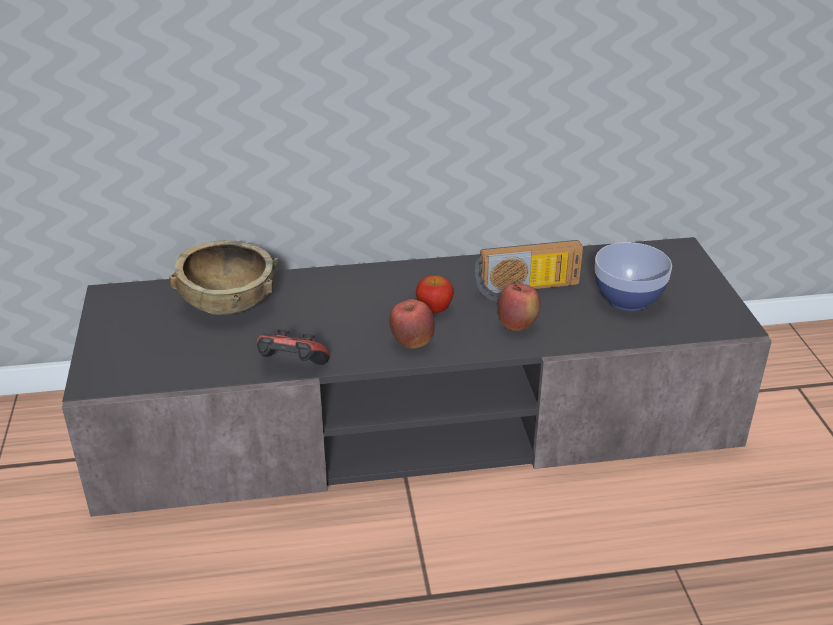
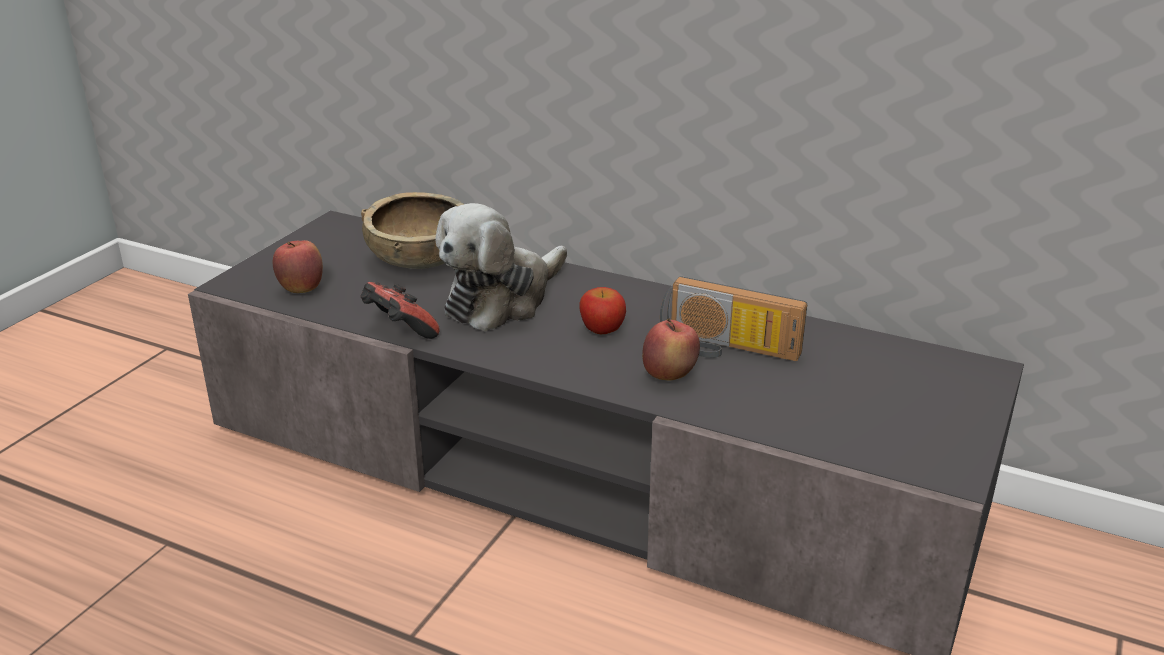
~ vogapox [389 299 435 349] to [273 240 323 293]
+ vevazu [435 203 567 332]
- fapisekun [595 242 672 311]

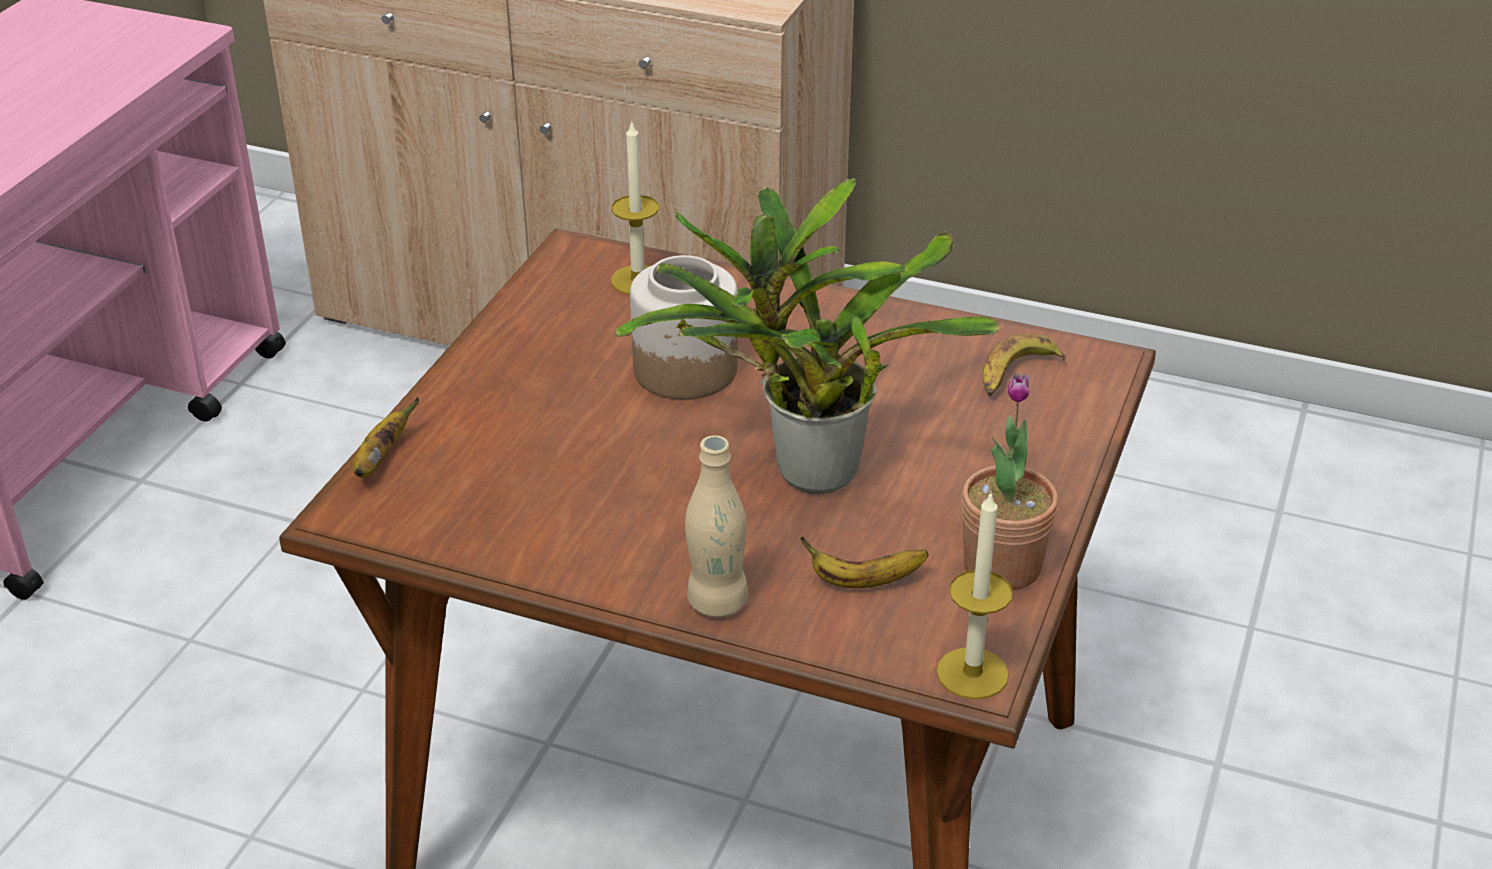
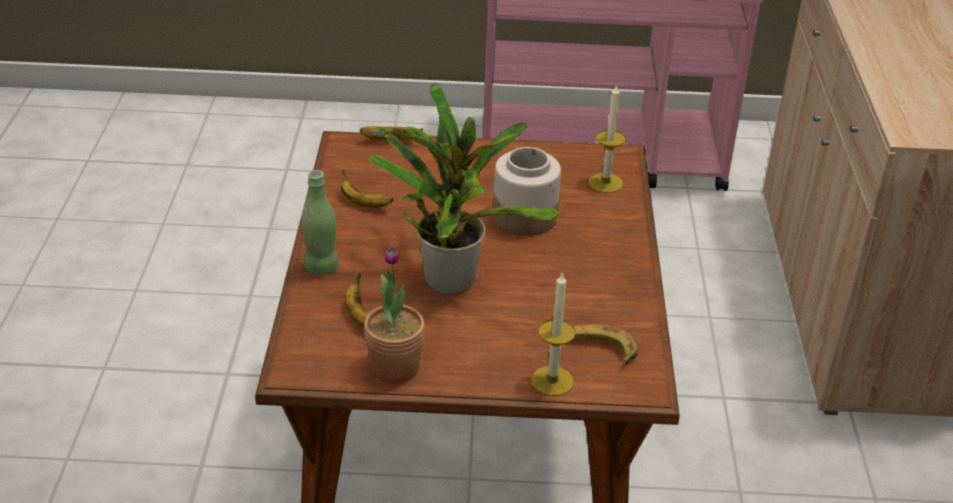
~ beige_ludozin [685 435 748 617] to green_ludozin [301 170 339 276]
+ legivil [341 169 393 208]
~ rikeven [936 491 1013 699] to [531 272 576 396]

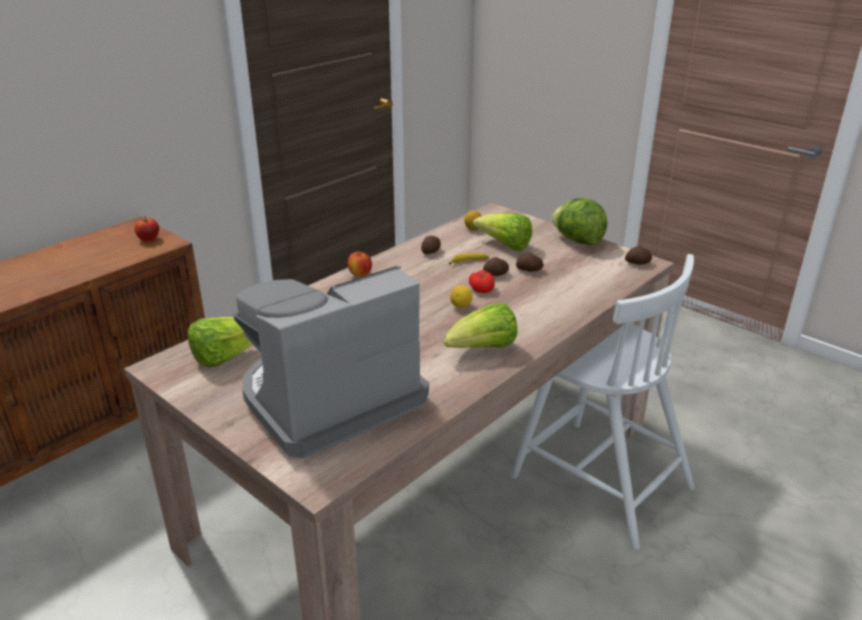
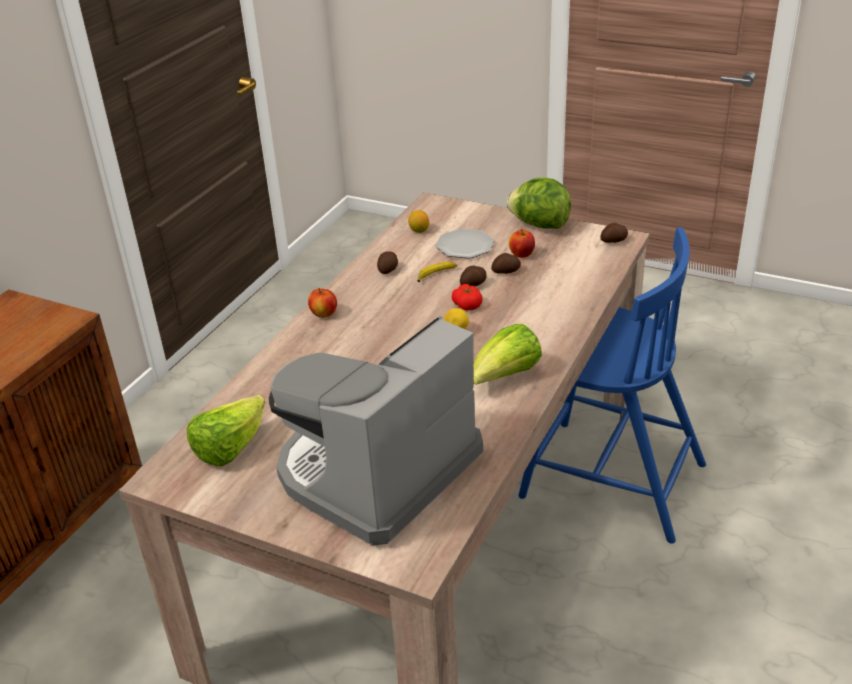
~ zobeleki [473 213 532 251] to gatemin [436 228 495 259]
~ vogapox [135 216 159 242] to [509 229 535 258]
~ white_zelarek [511 254 695 550] to blue_zelarek [518 227 706 544]

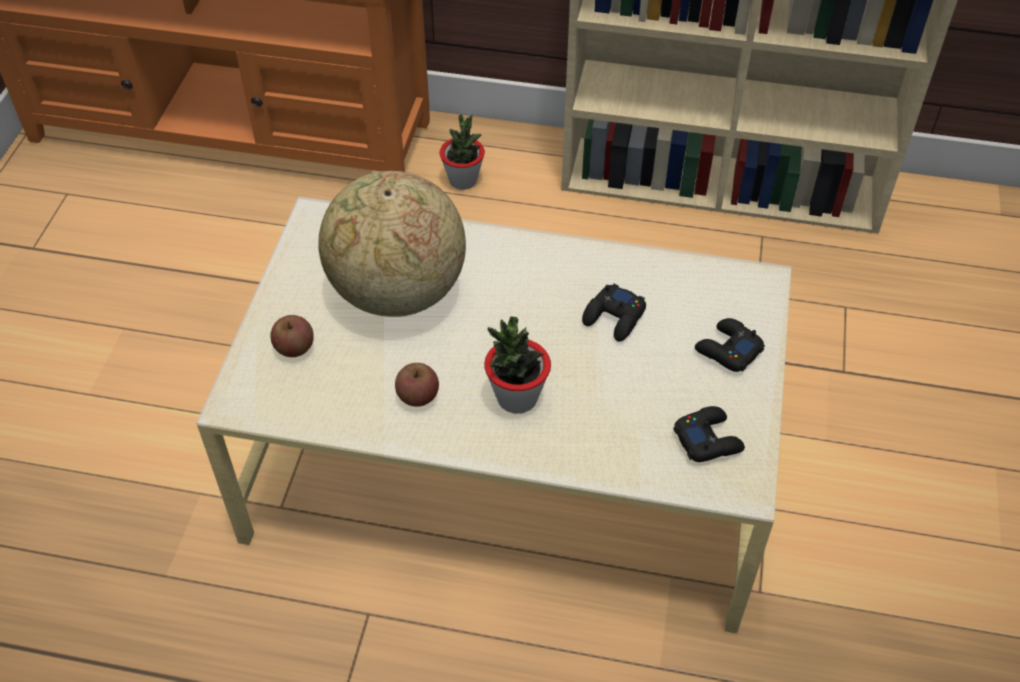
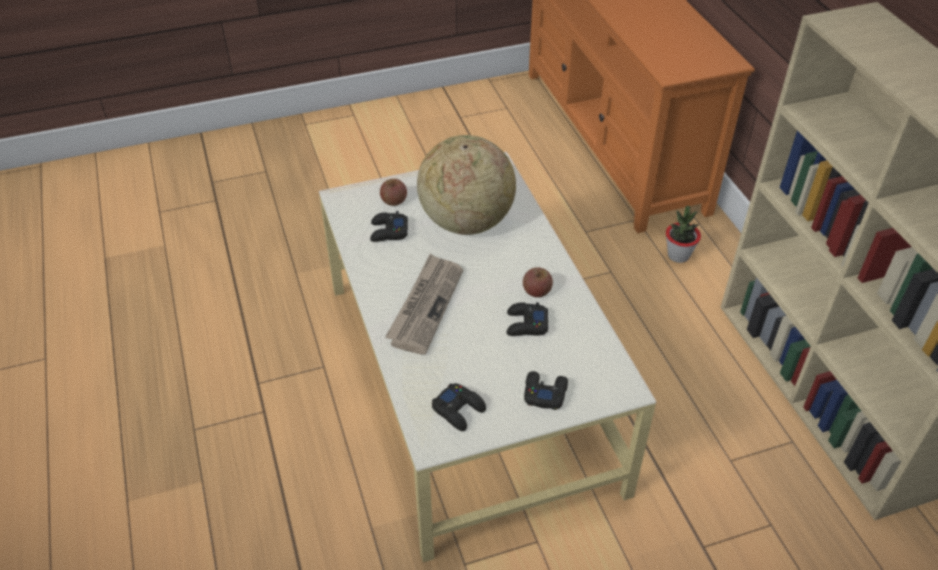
+ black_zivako [370 211 408 242]
~ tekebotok [484 316 551 414] to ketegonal [385 254 463 355]
~ vogapox [395 363 439 407] to [523 267 553 297]

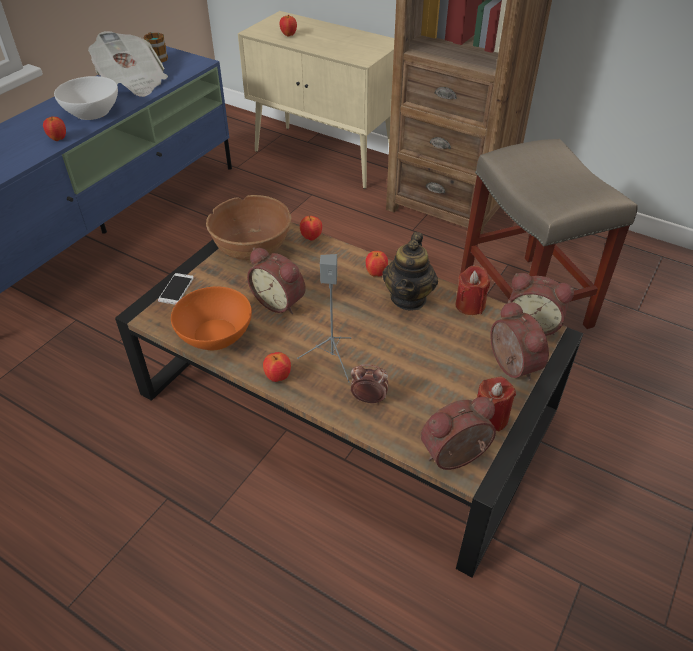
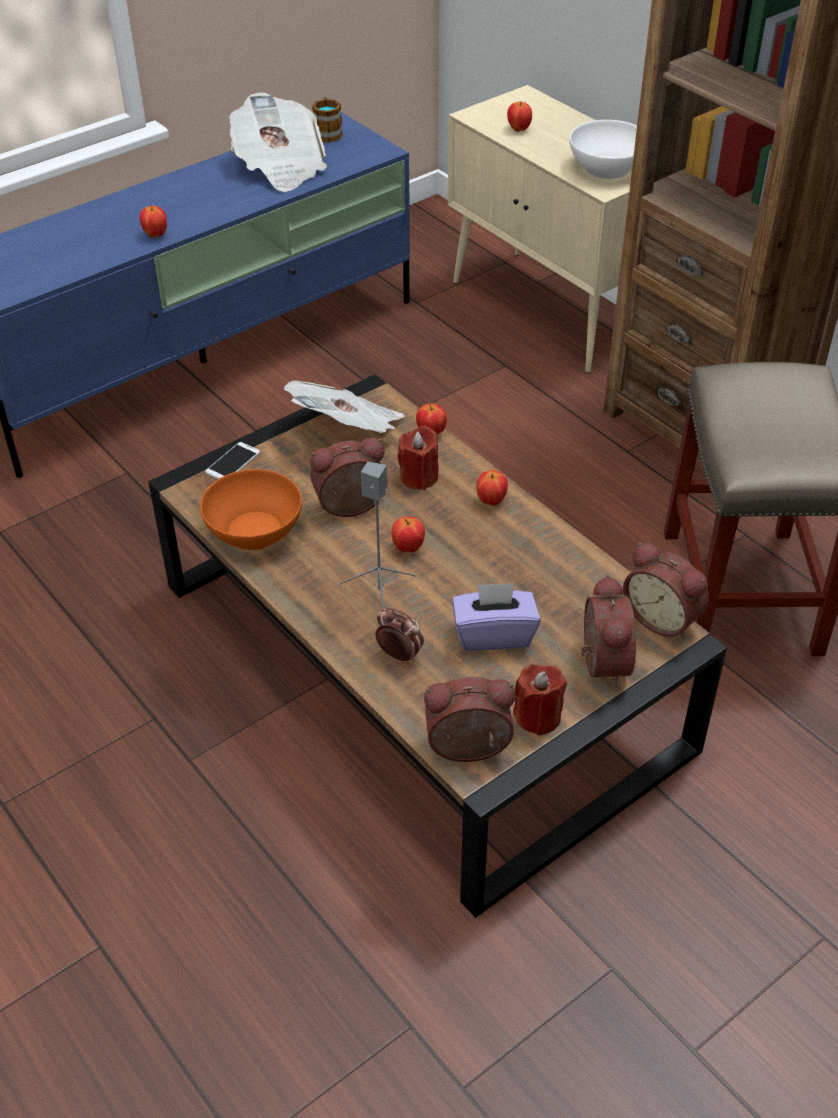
~ brown_fapisekun [206 195 291 260] to ketegonal [284 380 405 433]
~ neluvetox [247 247 306 314] = [310 438 388 517] 105 degrees clockwise
~ vogapox [263 352 291 382] to [391 517 425 552]
~ red_rikeven [455 265 490 315] to [397 426 439 490]
+ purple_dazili [452 583 541 651]
~ white_fapisekun [54 76 118 120] to [569 120 637 179]
- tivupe [382 232 438 311]

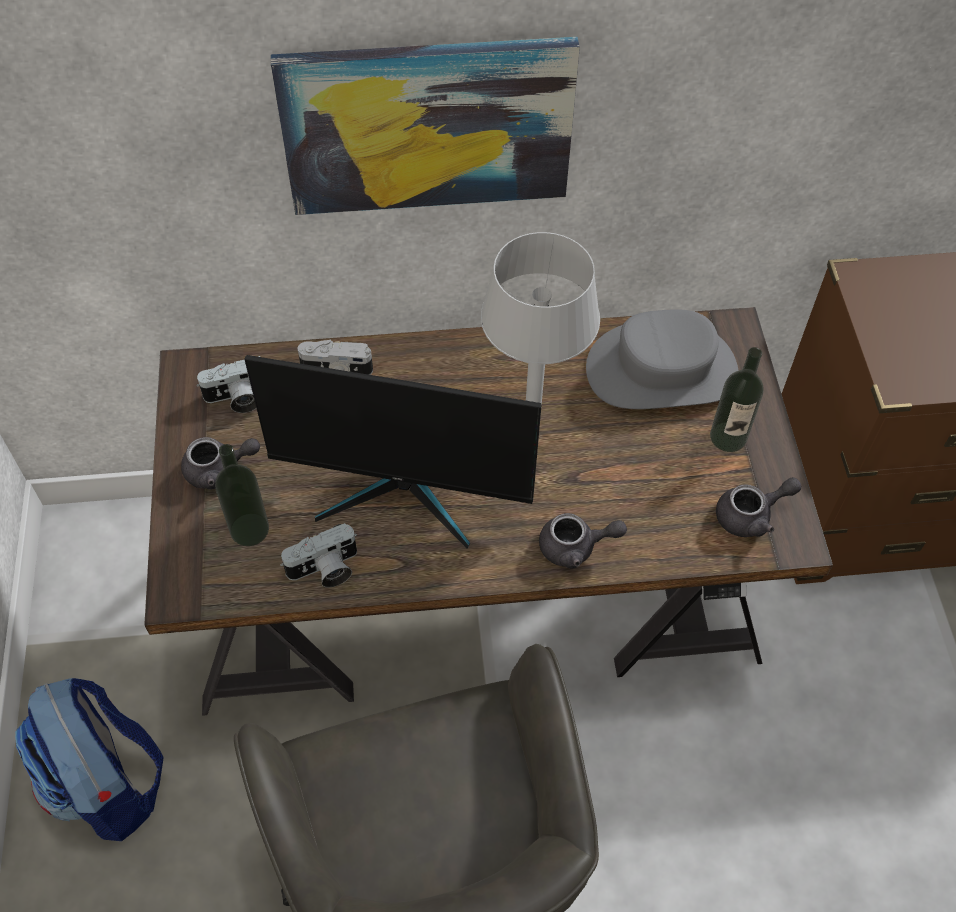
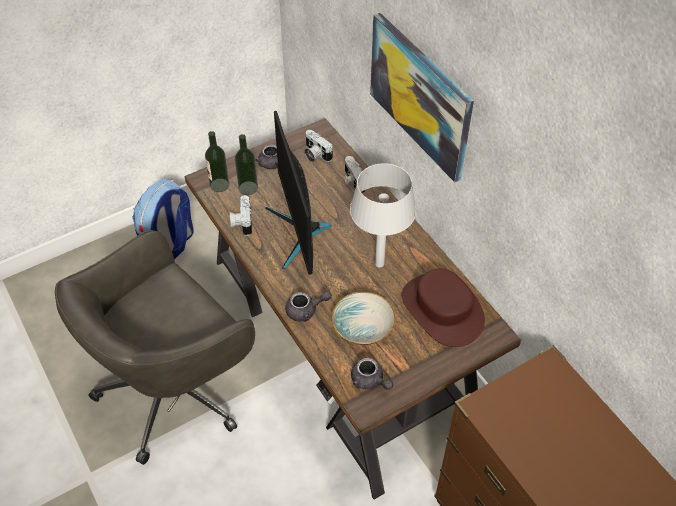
~ ludozin [710 347 764 452] to [205 131 229 192]
~ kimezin [280 523 357 588] = [230 195 252 236] 45 degrees clockwise
~ grey_tivupe [539 513 627 569] = [285 291 332 322] 75 degrees counterclockwise
+ fapisekun [332 292 395 345]
~ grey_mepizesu [586 309 739 409] to brown_mepizesu [401 269 485 347]

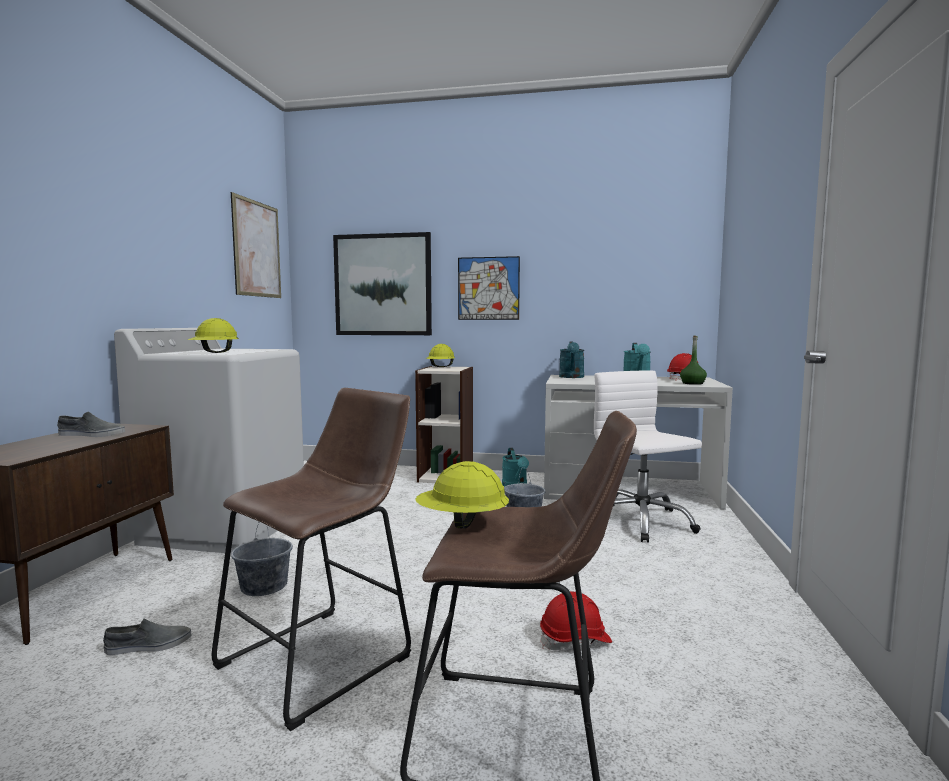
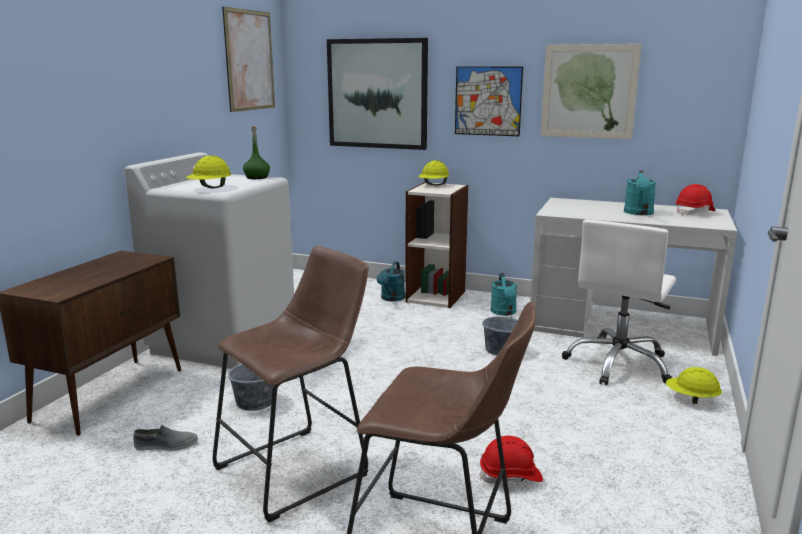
~ green_ludozin [680 335 707 385] to [243 126 270 179]
~ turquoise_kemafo [559 342 584 378] to [376 262 405 301]
+ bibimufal [541 44 642 139]
~ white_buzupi [594 370 702 543] = [562 220 676 385] 135 degrees counterclockwise
~ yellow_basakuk [415 461 509 529] to [666 367 722 404]
- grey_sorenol [57 412 125 437]

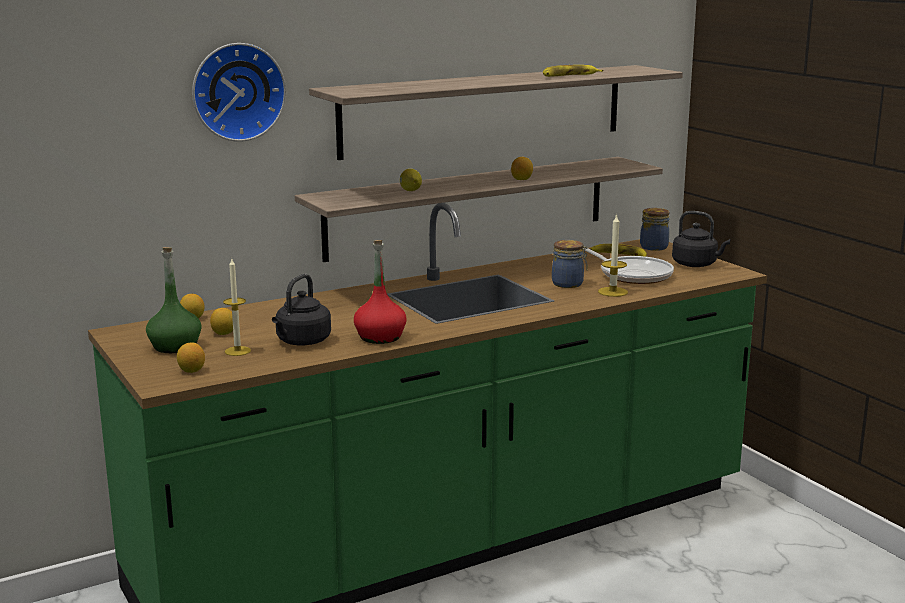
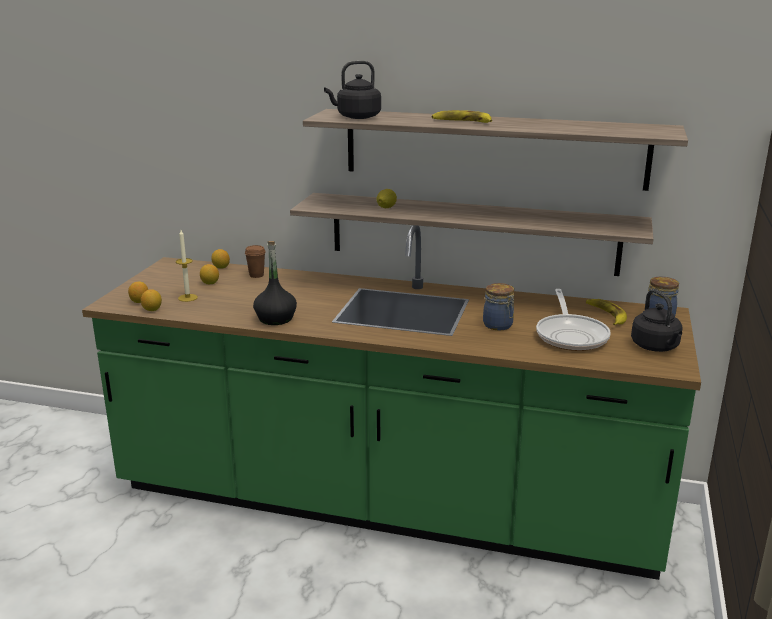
~ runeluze [511 157 533 180] to [141 289 162 311]
+ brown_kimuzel [245 245 266 278]
~ red_ludozin [354 240 407 344] to black_ludozin [253 241 297 325]
~ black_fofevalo [272 274 331 345] to [324 60 381 119]
~ legivil [543 65 603 77] to [431 110 492 123]
- green_ludozin [146 247 202 353]
- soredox [192 43 286 142]
- rikeven [598 214 628 297]

